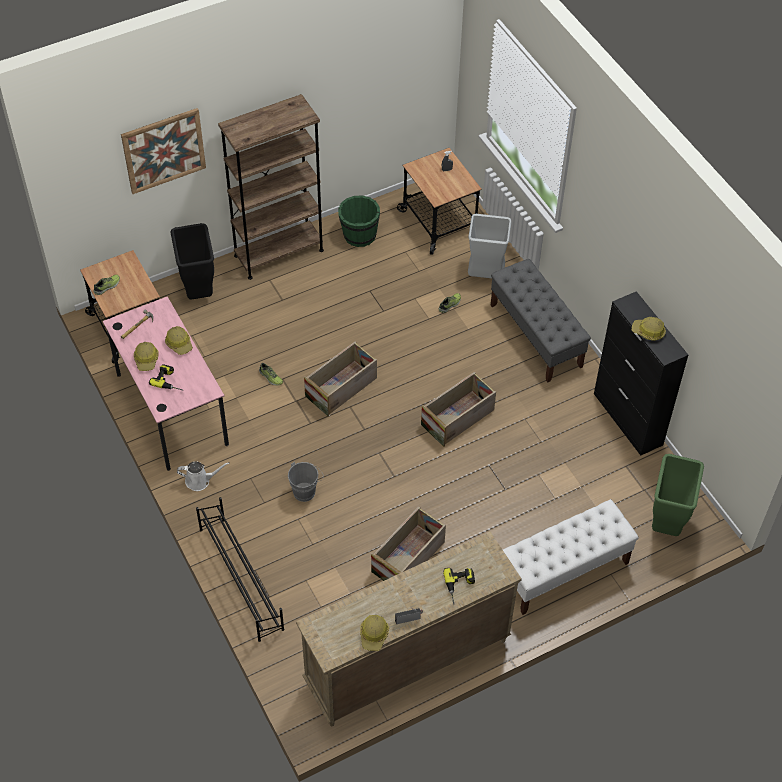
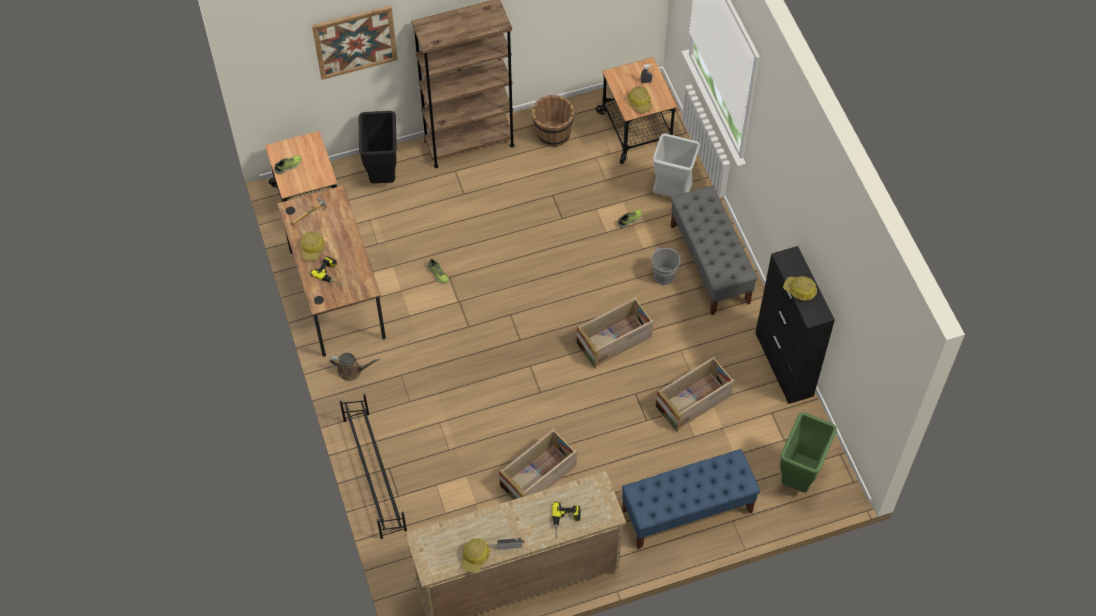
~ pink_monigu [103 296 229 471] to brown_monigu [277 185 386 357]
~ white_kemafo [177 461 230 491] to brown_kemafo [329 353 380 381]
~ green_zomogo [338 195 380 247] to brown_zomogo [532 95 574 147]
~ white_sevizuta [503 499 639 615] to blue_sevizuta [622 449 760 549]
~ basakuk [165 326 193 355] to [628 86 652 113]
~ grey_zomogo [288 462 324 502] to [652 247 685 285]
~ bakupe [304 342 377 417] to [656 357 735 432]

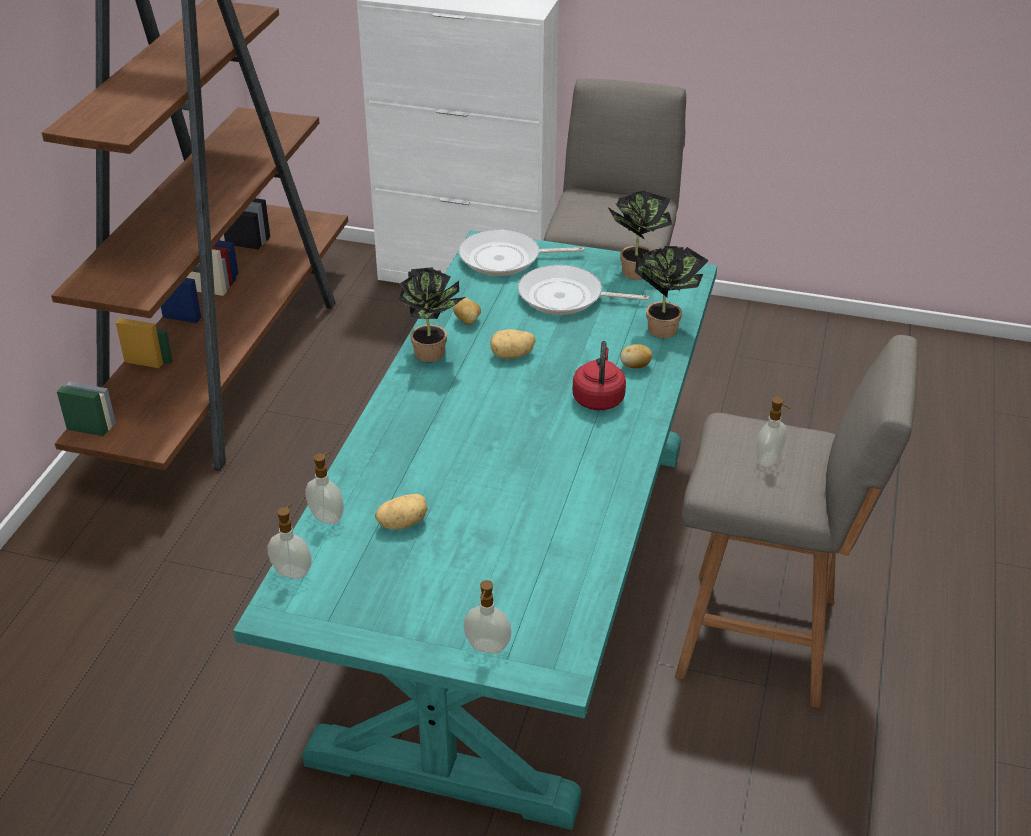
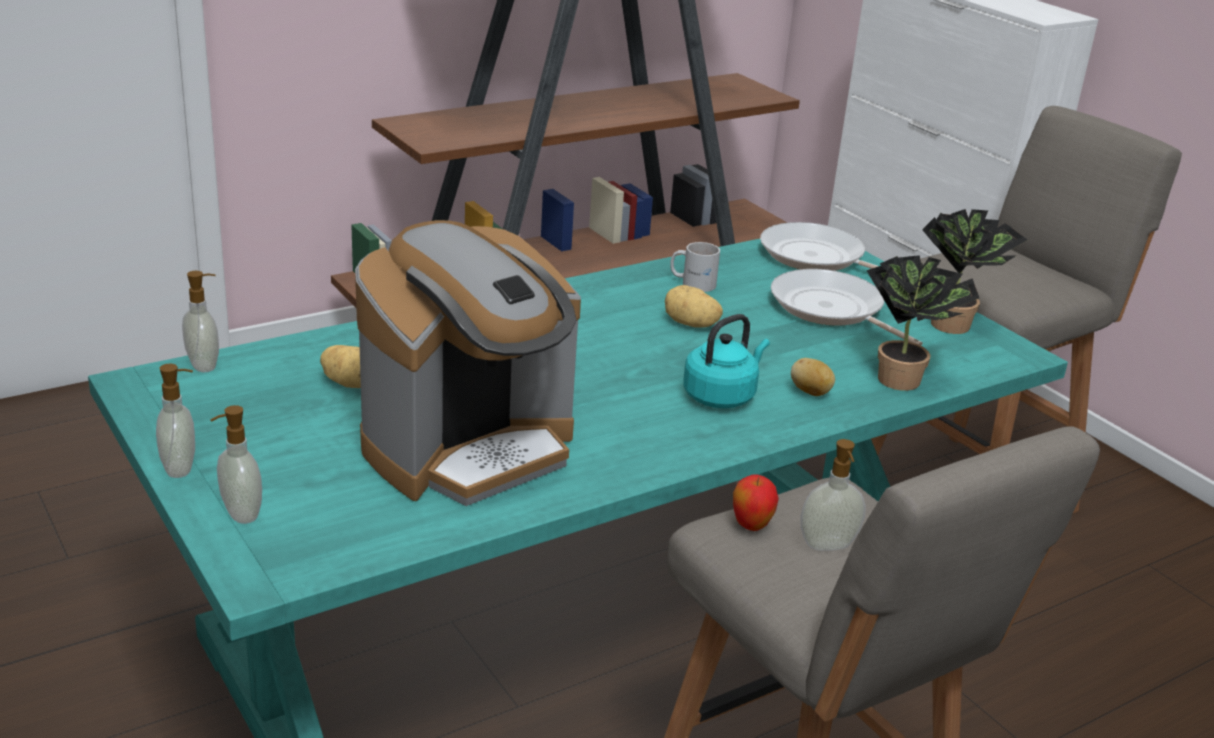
~ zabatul [305 451 344 524] to [156 364 195 478]
+ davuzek [355 220 581 506]
~ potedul [453 298 481 325] to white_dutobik [670 242 720 292]
~ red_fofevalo [572 341 626 410] to turquoise_fofevalo [683 314 770 408]
+ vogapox [733 474 779 531]
- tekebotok [398 267 466 362]

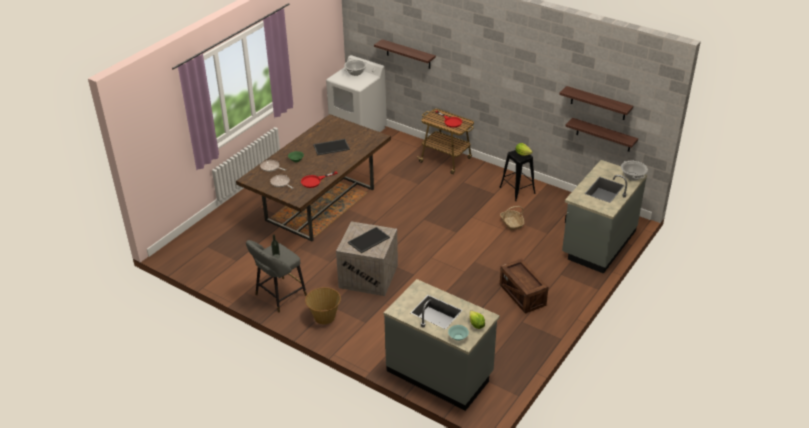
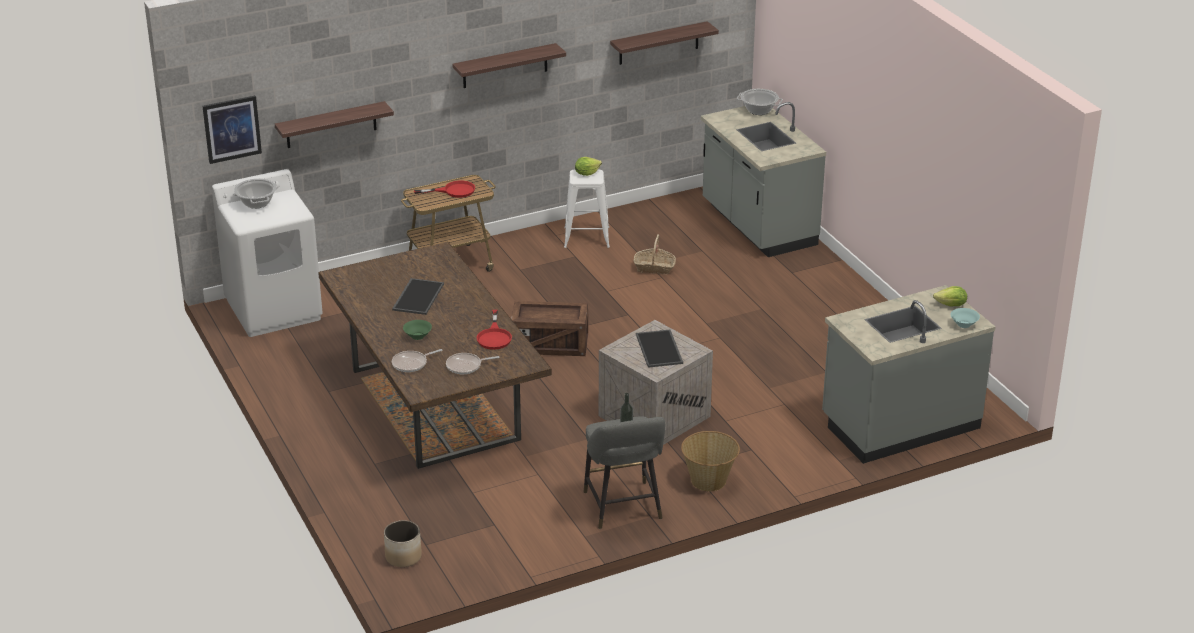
+ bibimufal [203 96 262 164]
+ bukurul [384 520 422 567]
~ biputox [565 118 638 152] to [452 43 566 88]
~ bakupe [500 259 549 314] to [511 301 588 356]
~ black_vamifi [499 150 536 201] to white_vamifi [564 170 610 248]

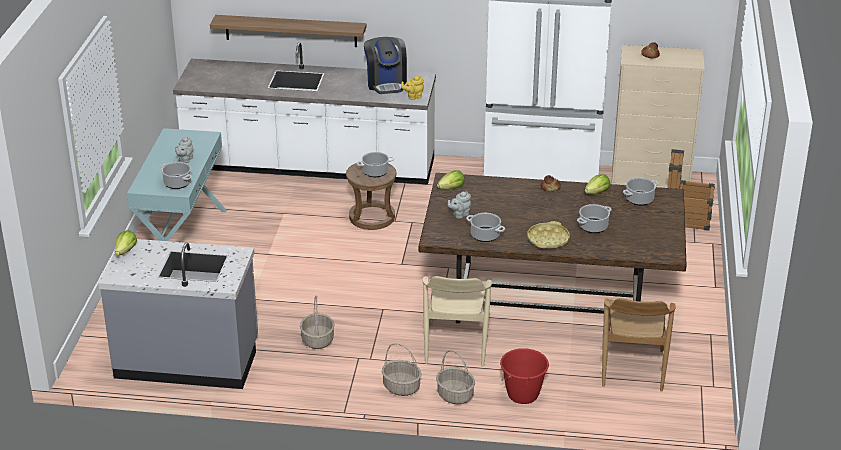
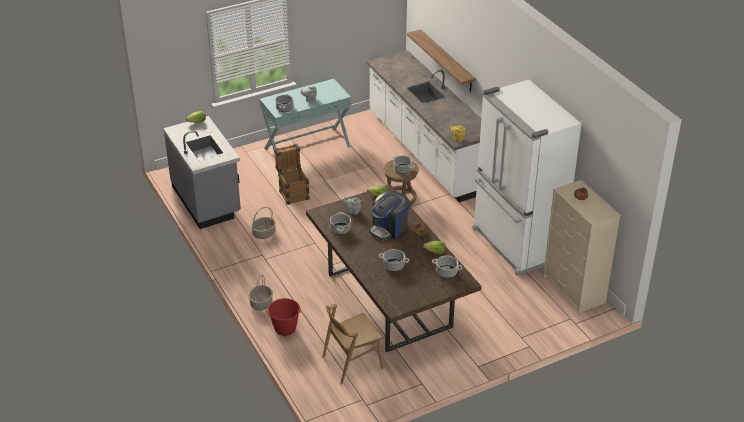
~ bakupe [667 149 715 231] to [274 144 310 205]
~ davuzek [364 37 407 94] to [369 191 410 240]
- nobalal [382 343 422 396]
- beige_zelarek [422 276 492 367]
- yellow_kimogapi [527 221 570 248]

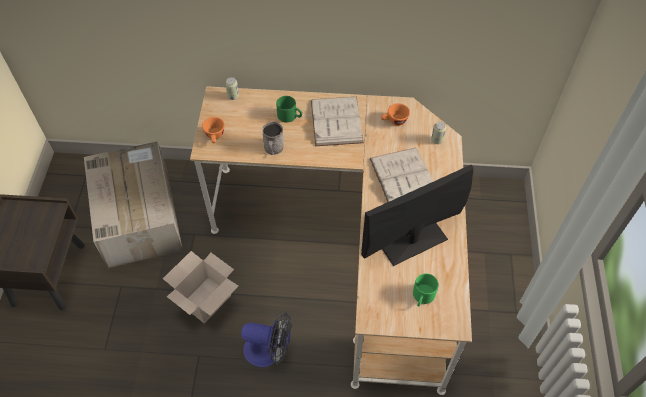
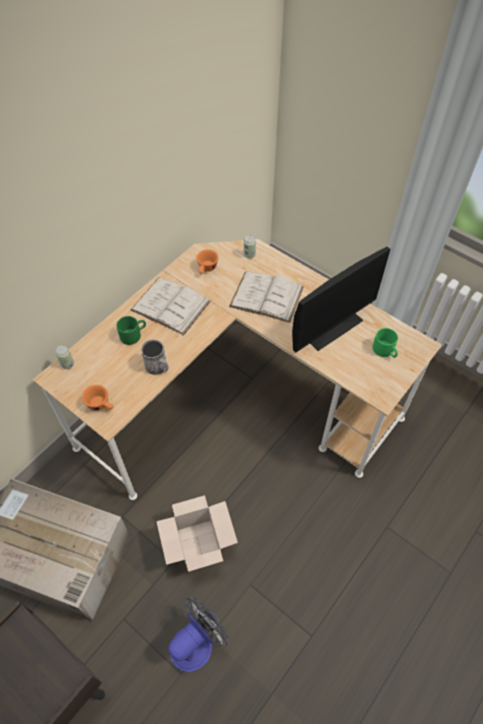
~ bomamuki [241 312 291 367] to [168 597 228 672]
~ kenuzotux [361 165 474 266] = [292 247 391 352] 135 degrees counterclockwise

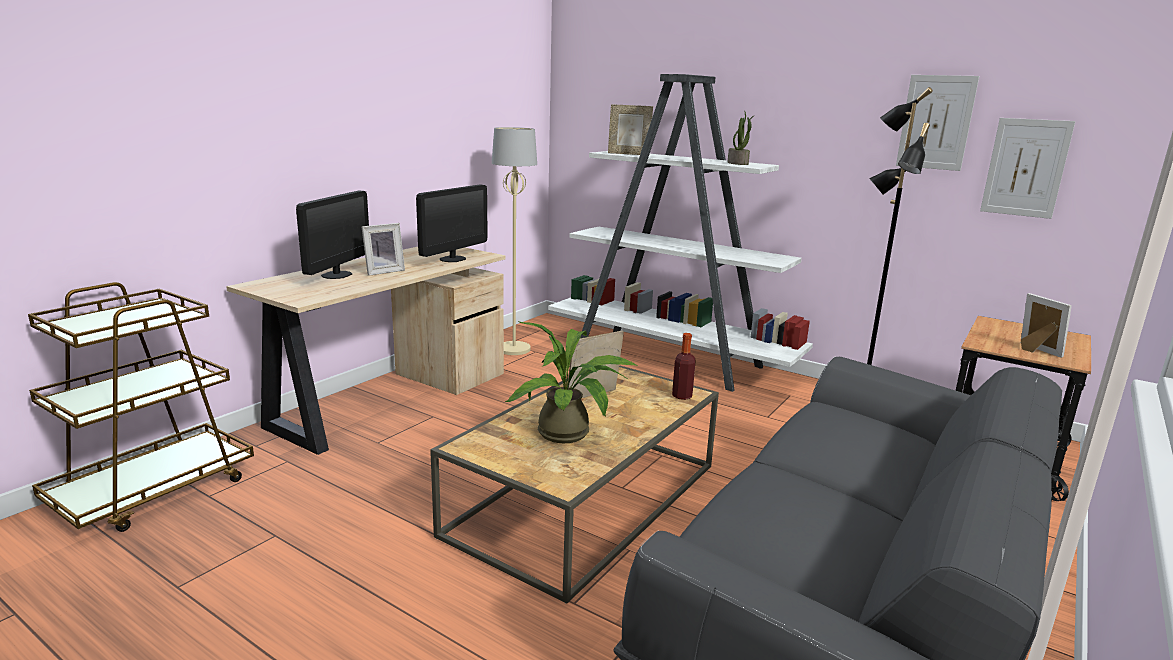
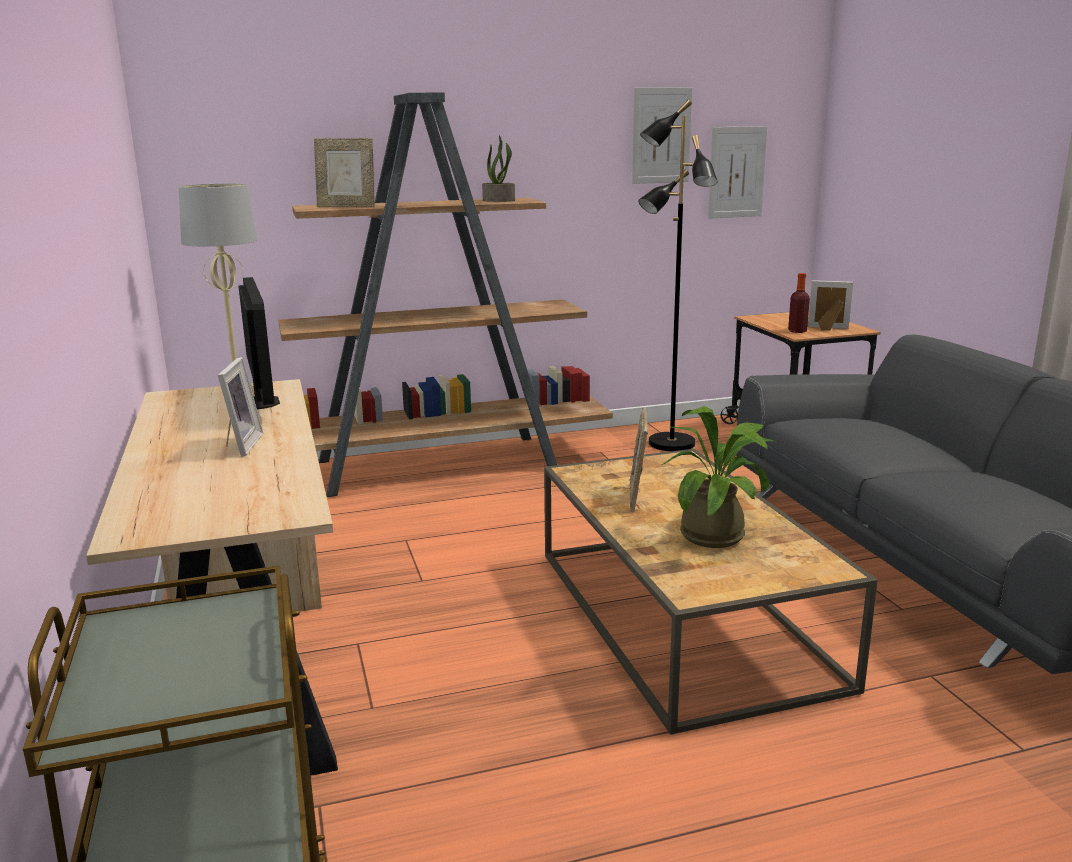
~ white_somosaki [548 74 813 392] to brown_somosaki [278 92 613 497]
~ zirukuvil [608 104 653 155] = [314 138 375 207] 45 degrees clockwise
~ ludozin [672 333 696 400] to [788 273 810 333]
- kenuzotux [296 190 369 279]

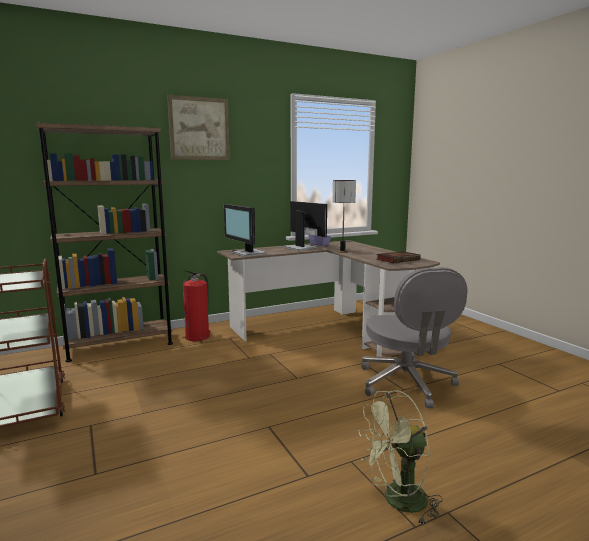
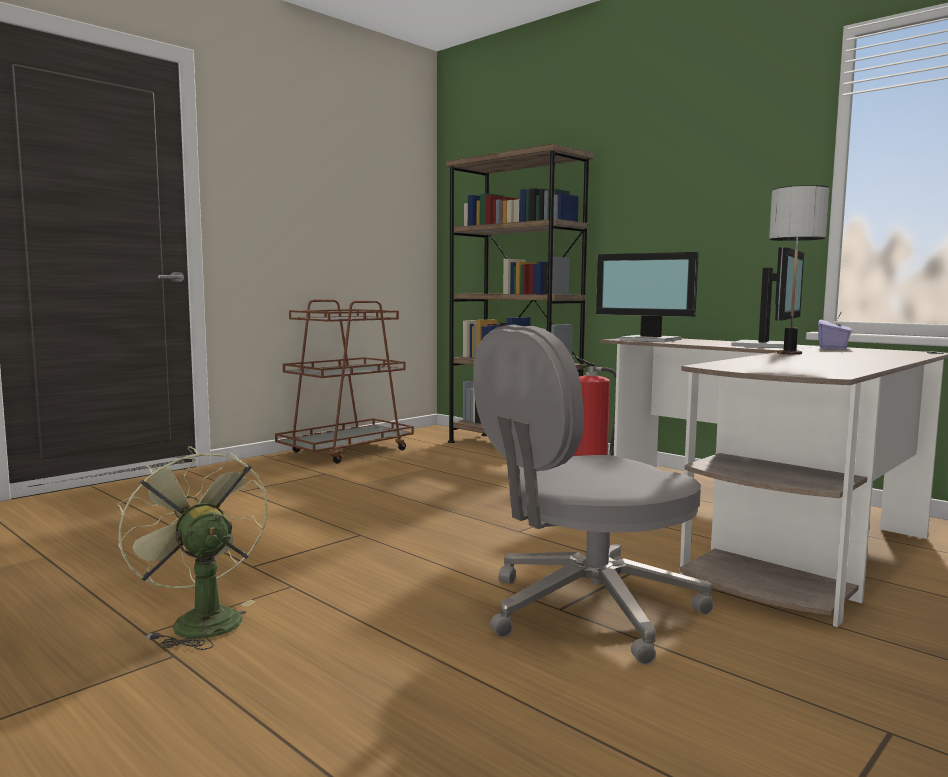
~ kenuzotux [224 204 267 257] = [596 252 699 342] 90 degrees counterclockwise
- bibimufal [167 95 230 160]
- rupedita [376 251 421 263]

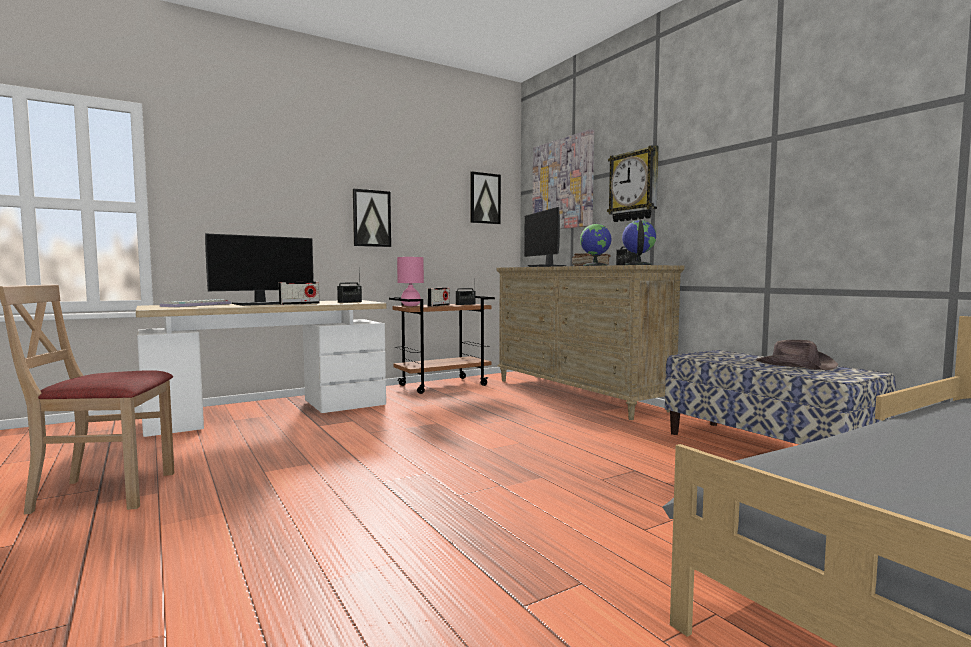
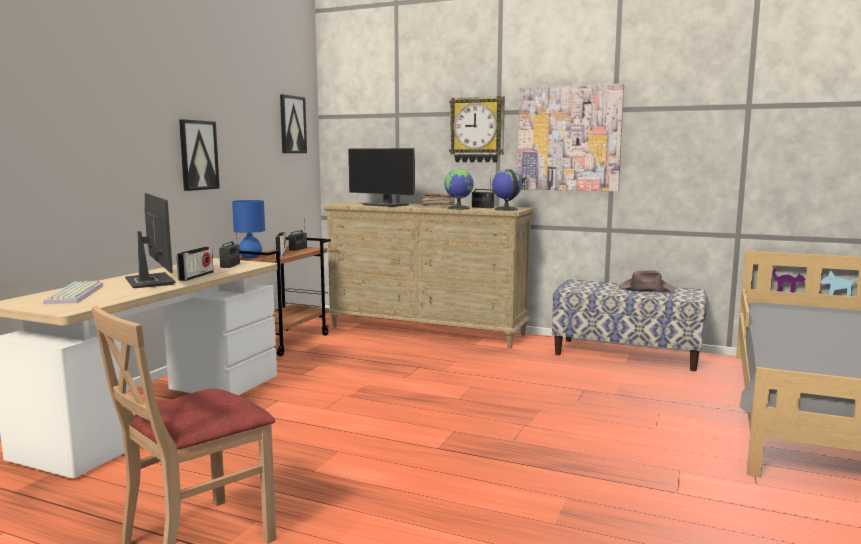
~ kenuzotux [205 233 314 306] = [125 193 176 288] 45 degrees counterclockwise
~ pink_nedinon [397 257 424 306] to blue_nedinon [232 200 265 258]
~ bibimufal [532 129 594 229] to [518 84 624 191]

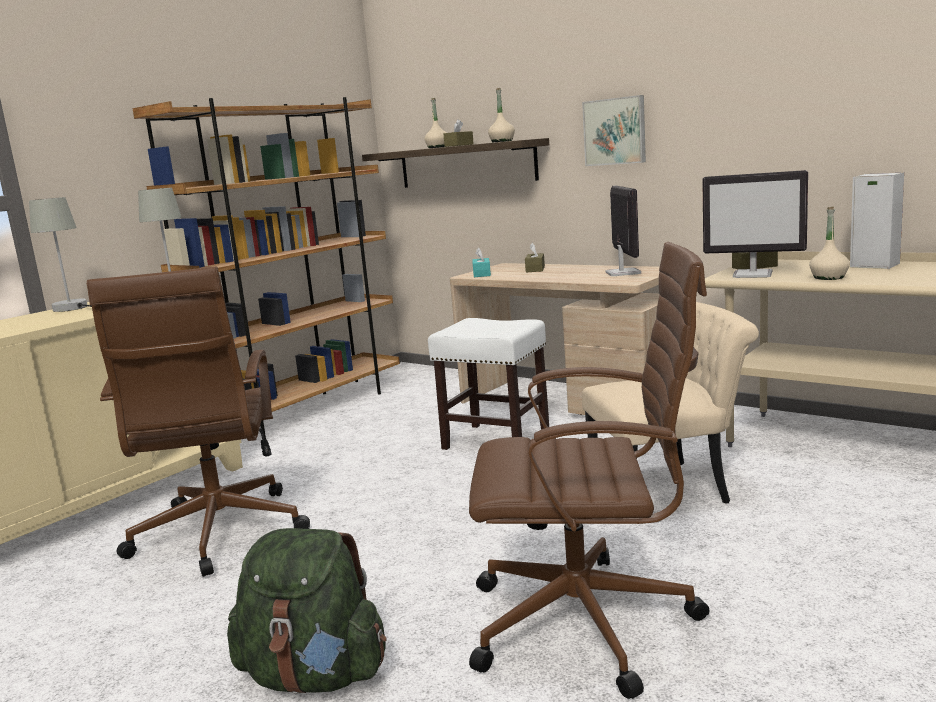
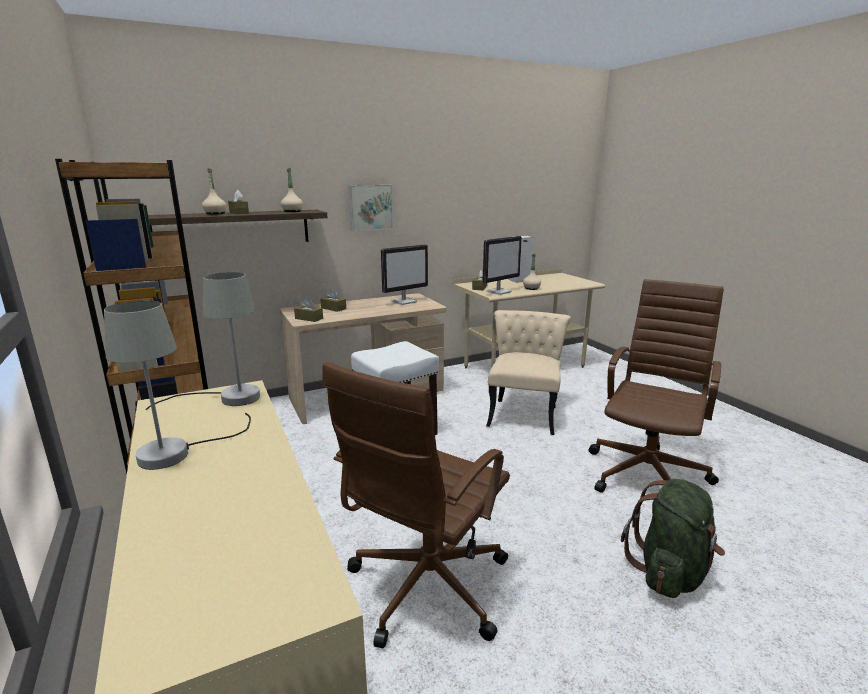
~ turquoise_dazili [472 247 491 277] to brown_dazili [294 298 323 322]
~ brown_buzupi [86 266 310 577] = [322 362 510 648] 105 degrees clockwise
~ kenuzotux [605 186 641 276] = [381 244 428 305] 120 degrees clockwise

